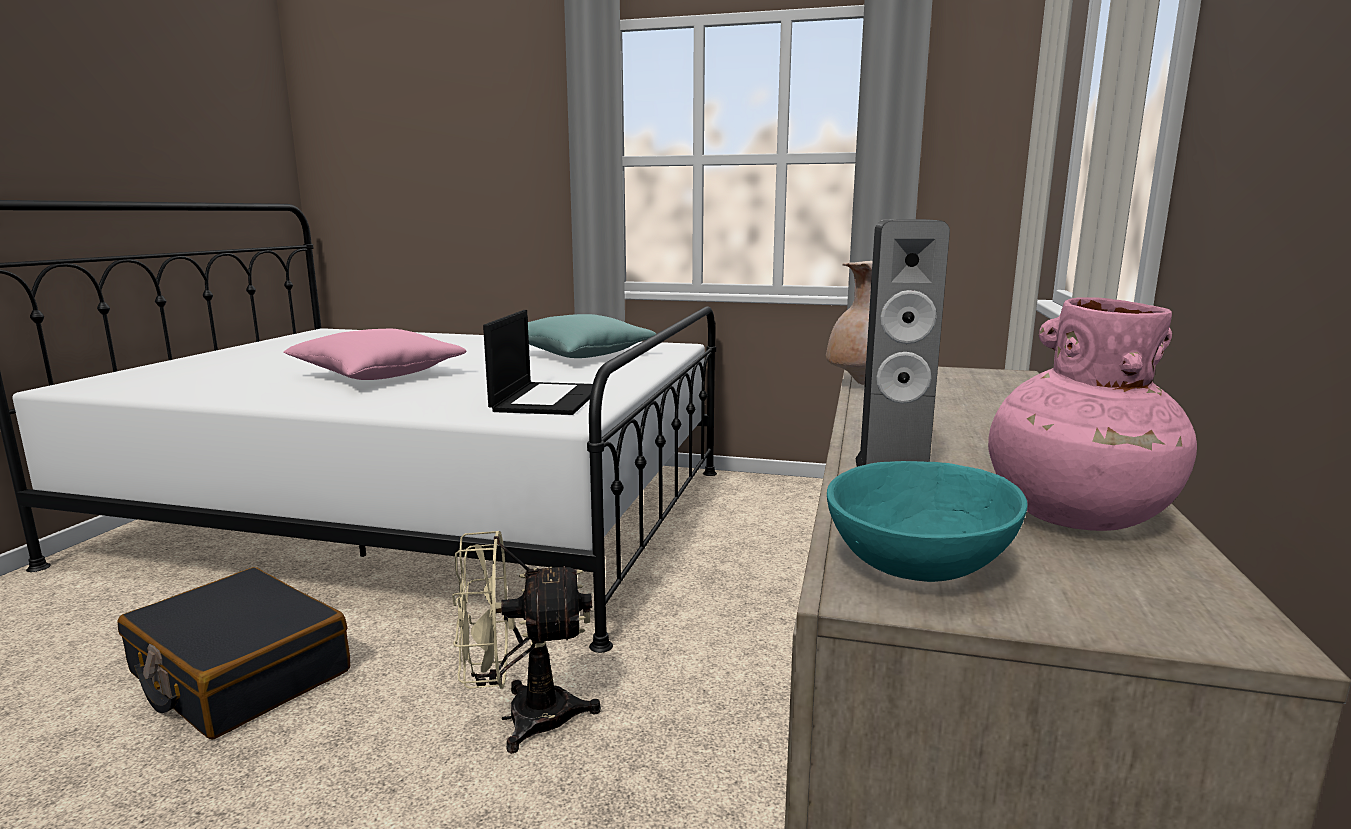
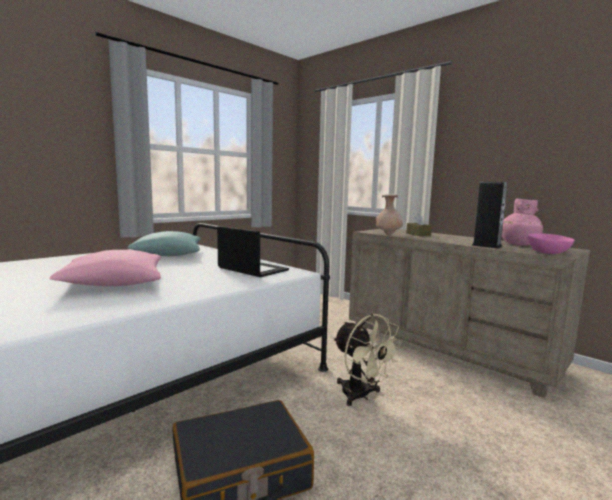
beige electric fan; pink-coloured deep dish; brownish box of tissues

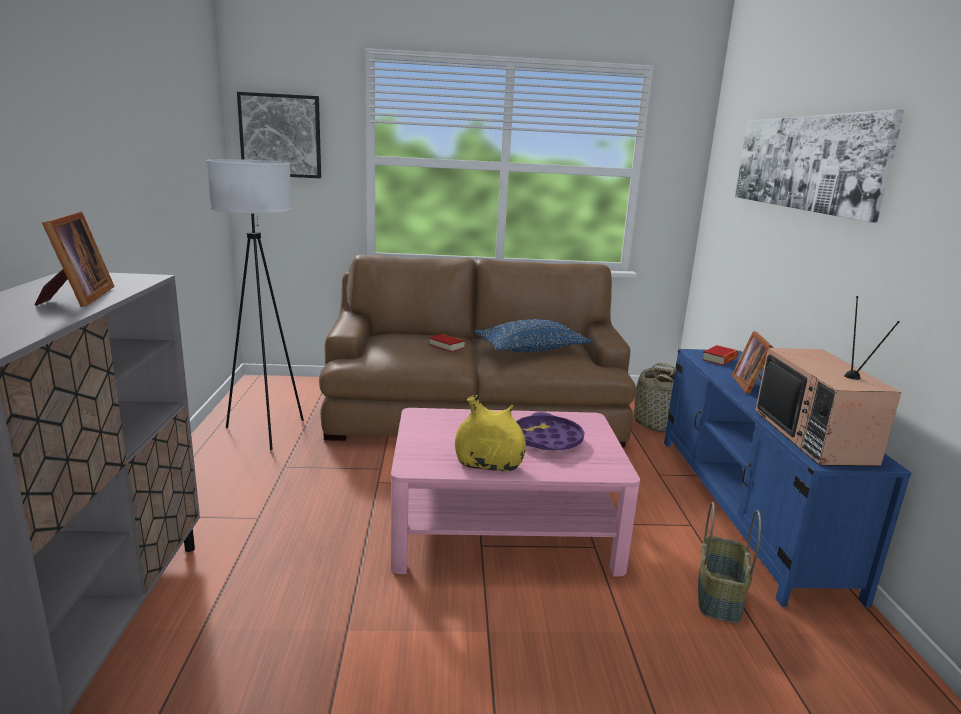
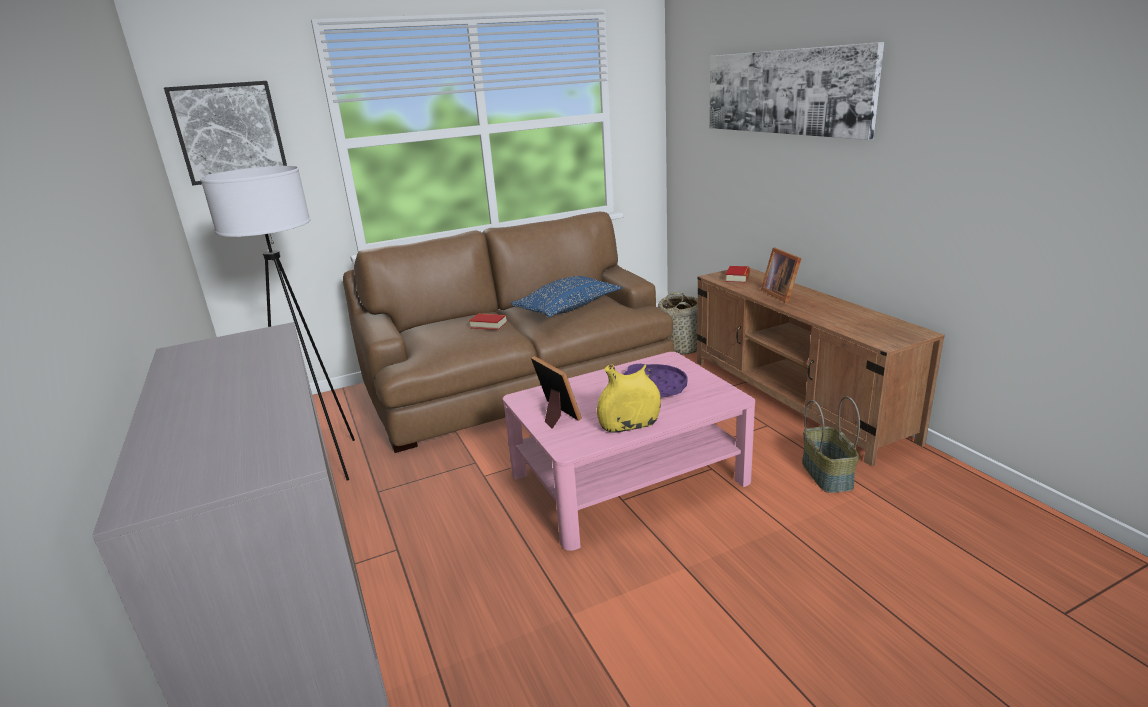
picture frame (no. 1 from left); brownish tv stand; TV

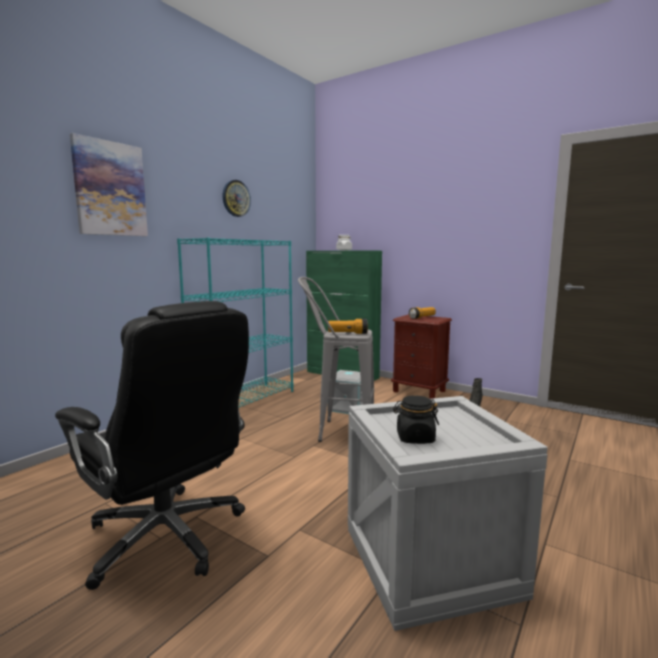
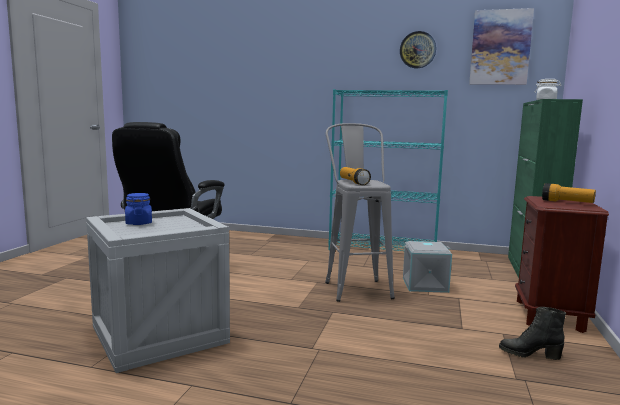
wall art; blue jar

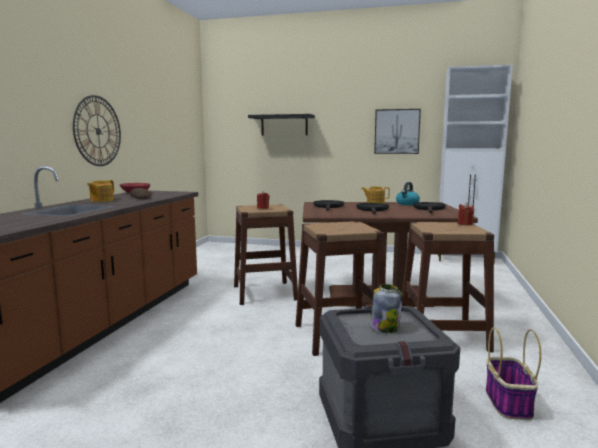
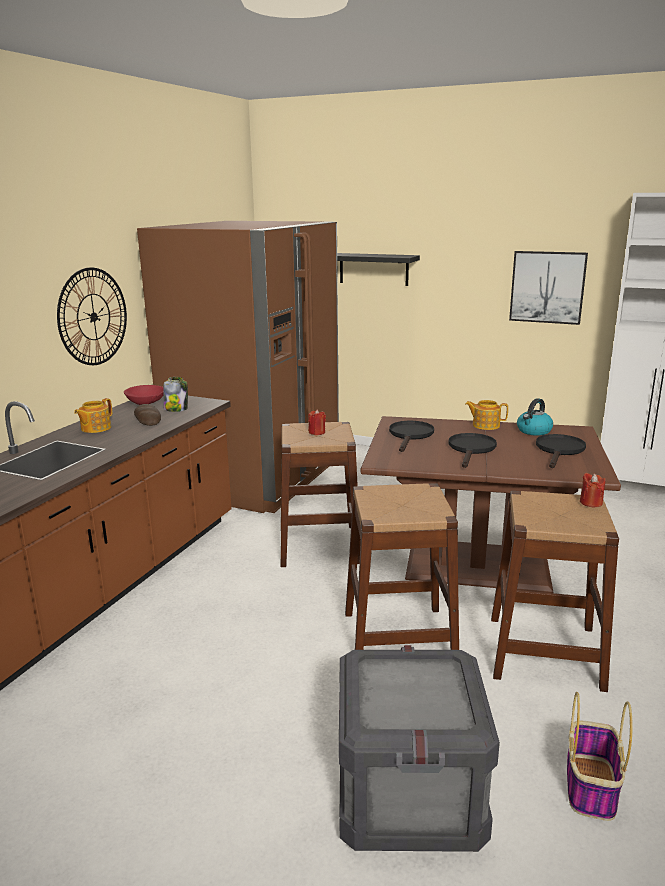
jar; brownish kitchen fridge

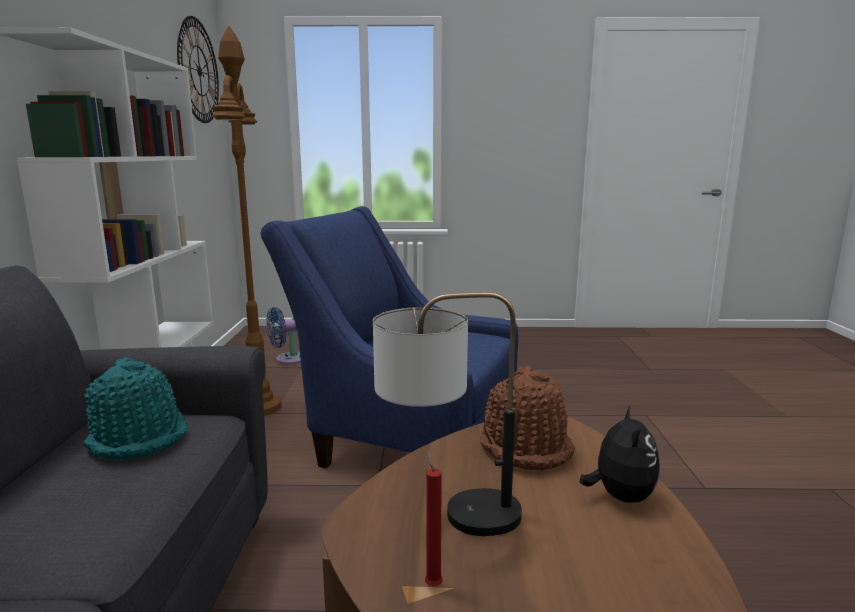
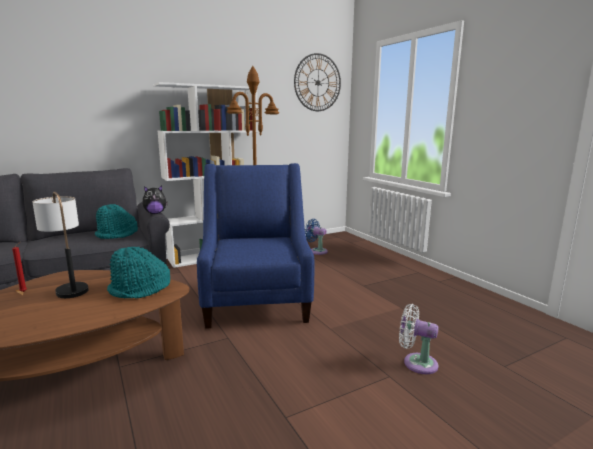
blue-green clothing hat (no. 2 from left); plush toy; white-coloured electric fan

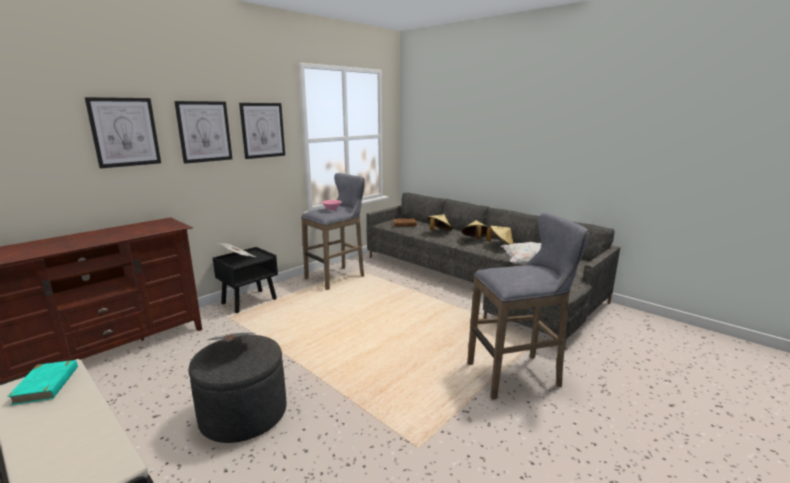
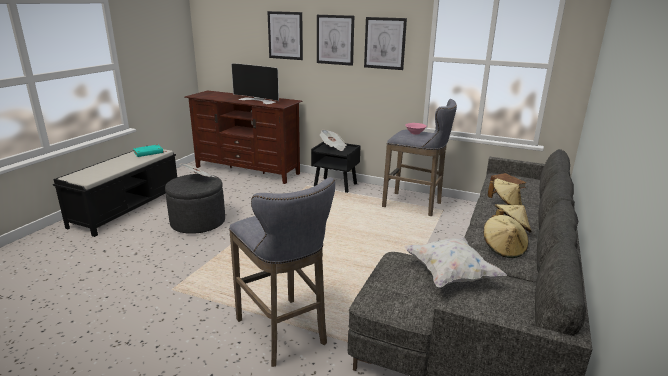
TV

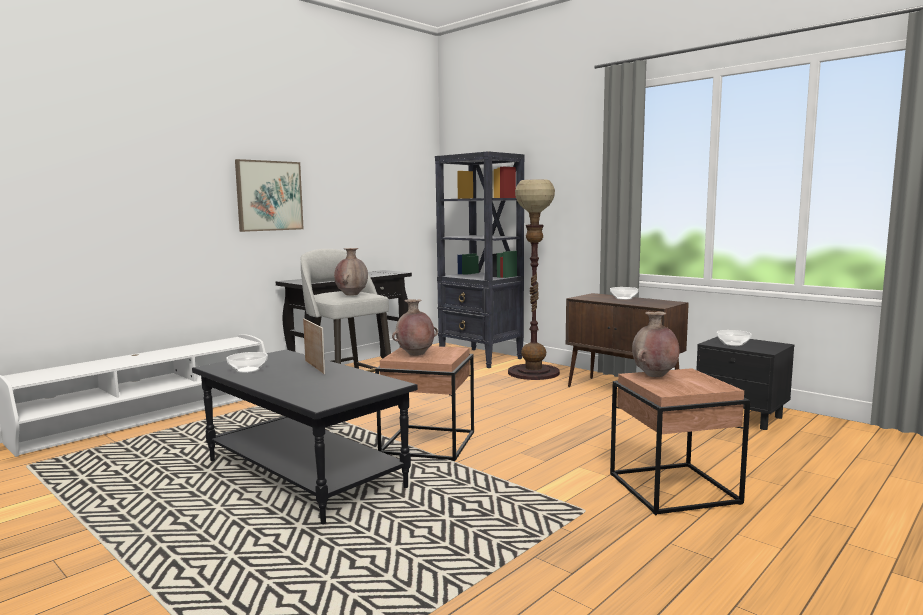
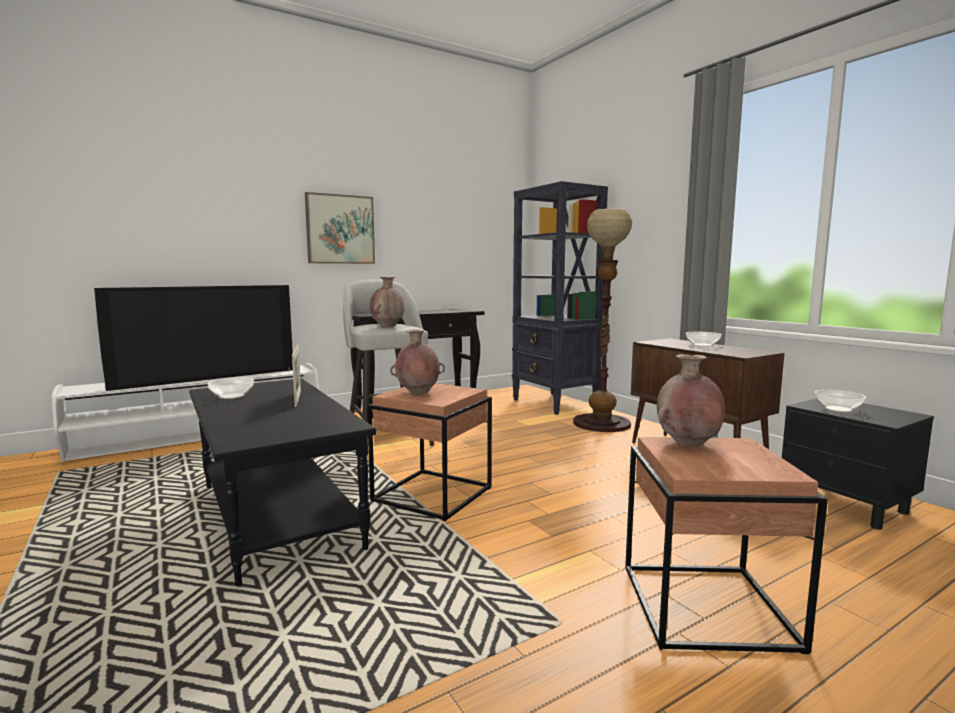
TV

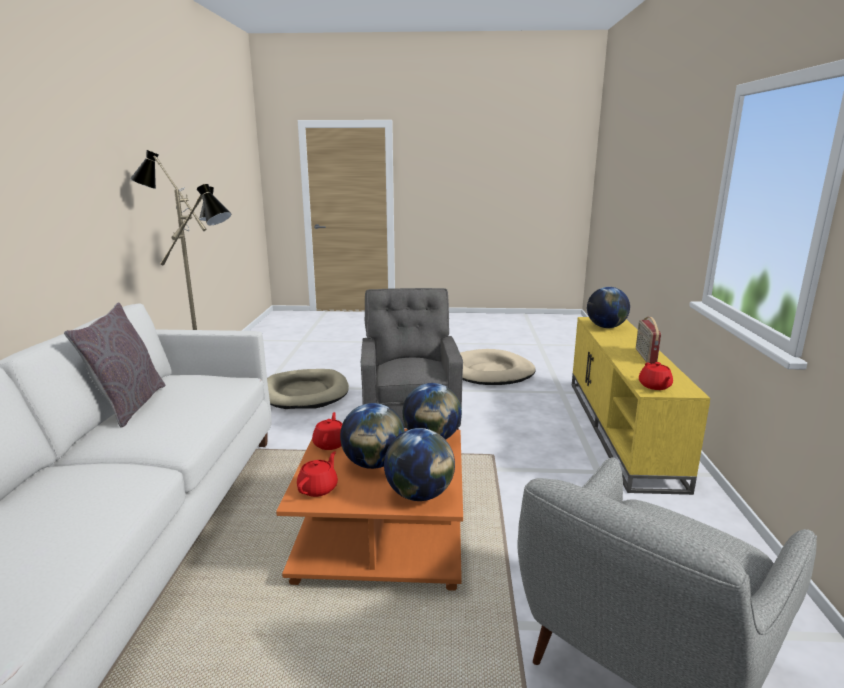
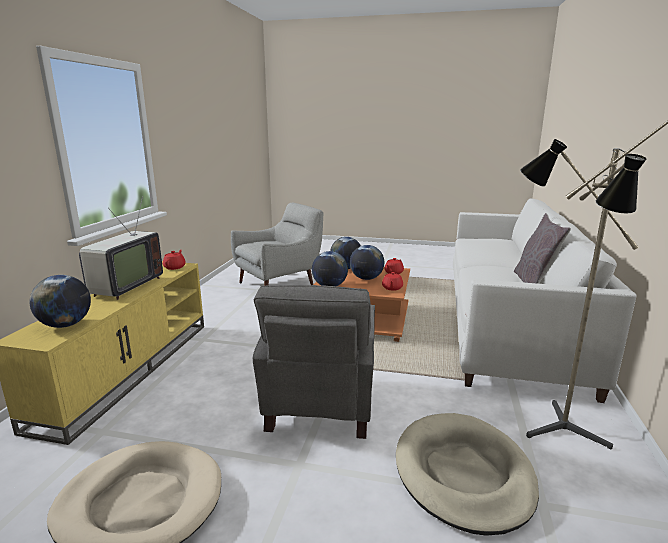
TV

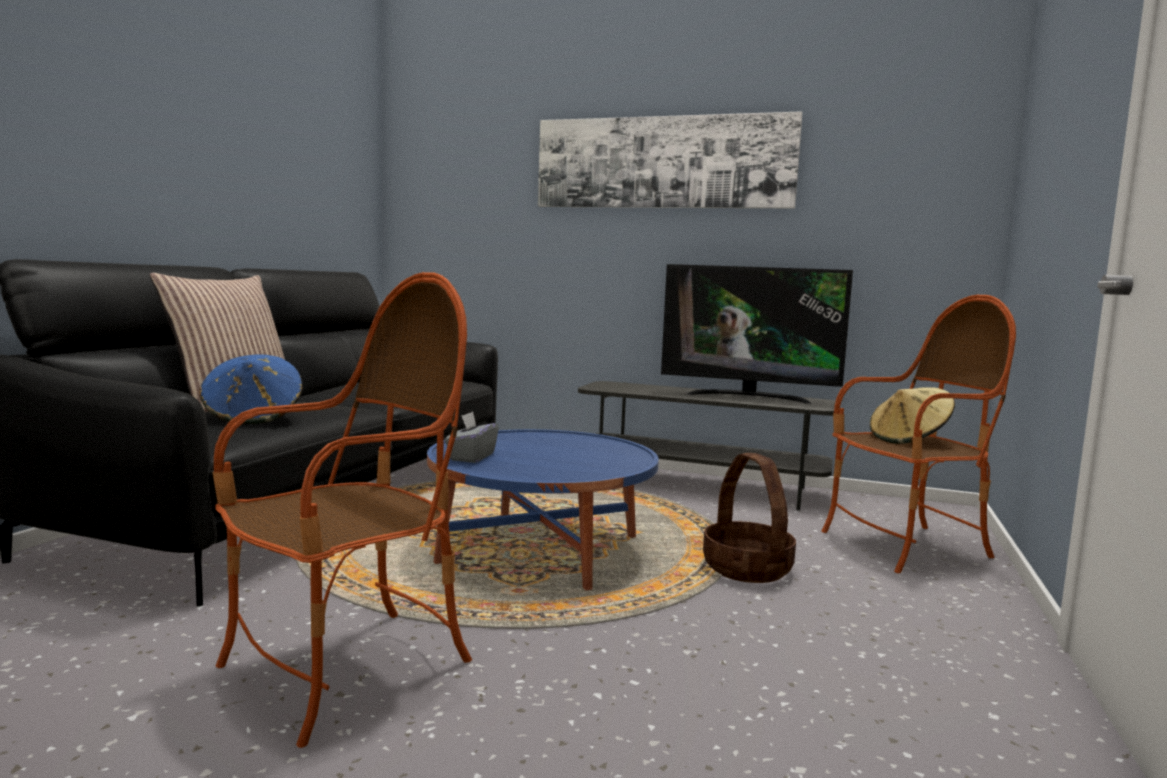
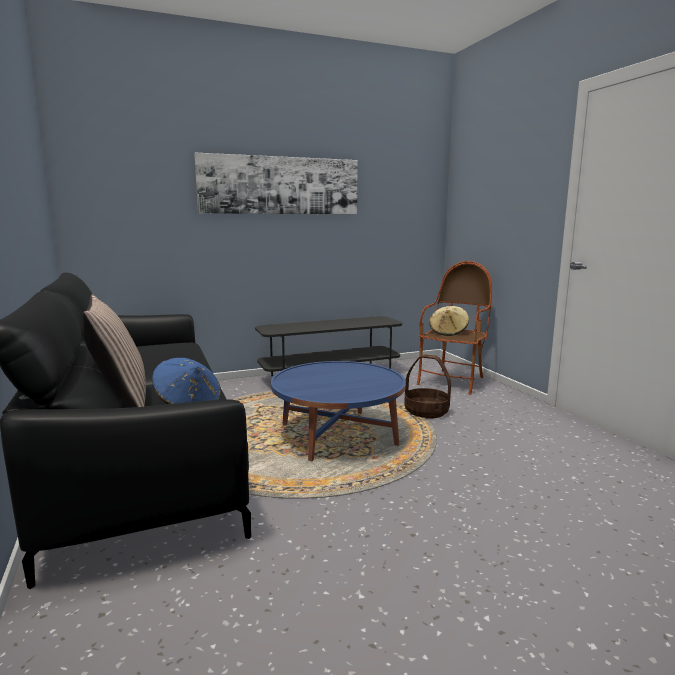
armchair (no. 1 from left in the first image); gray box of tissues; TV

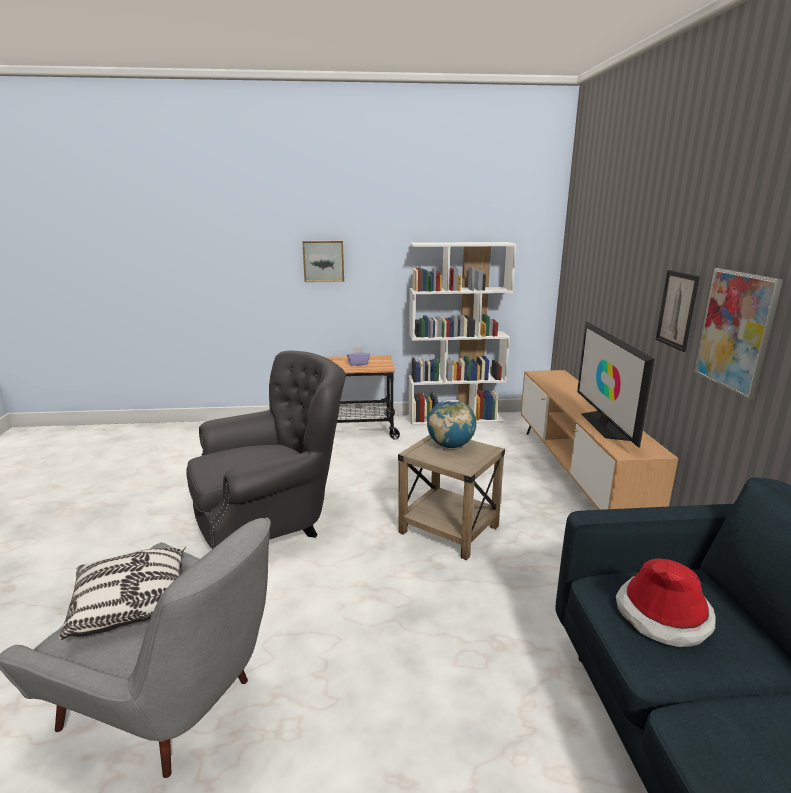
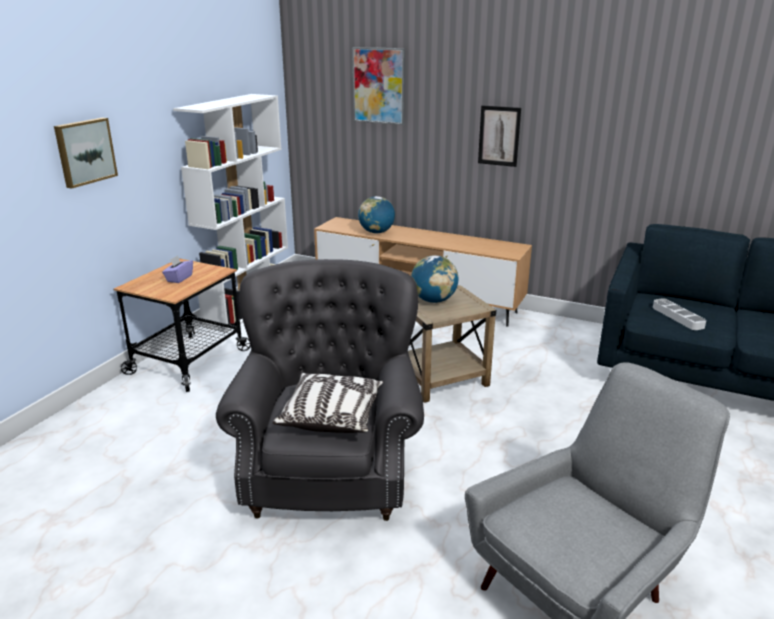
cushion; TV; gray serving tray; wall art (no. 2 from left); globe (no. 1 from left)

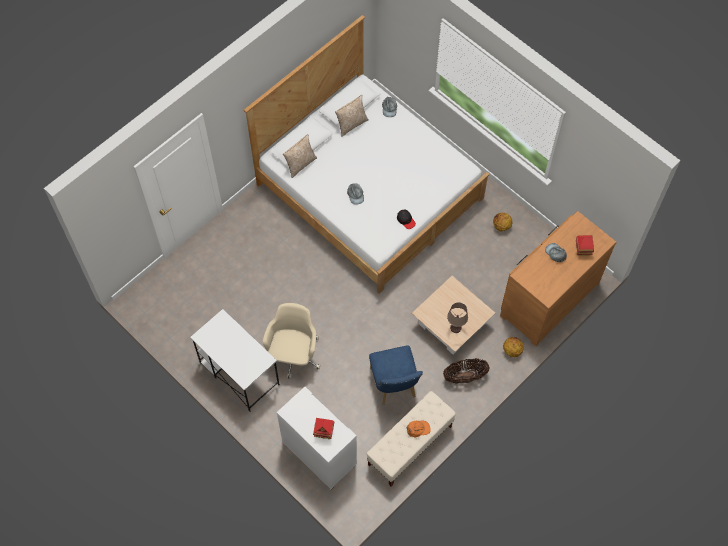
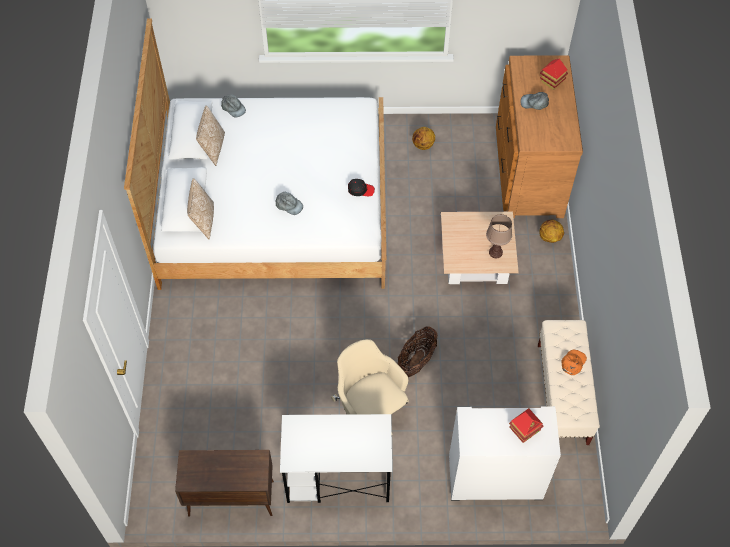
blue chair; basket; brownish cupboard

